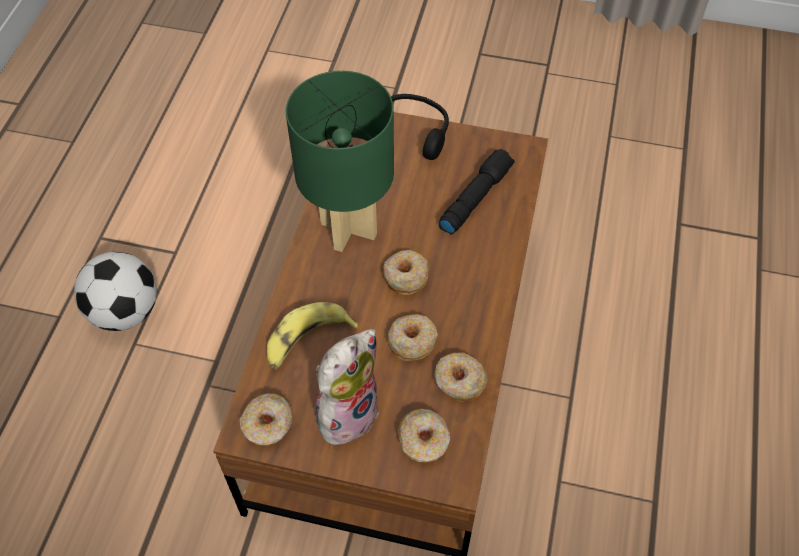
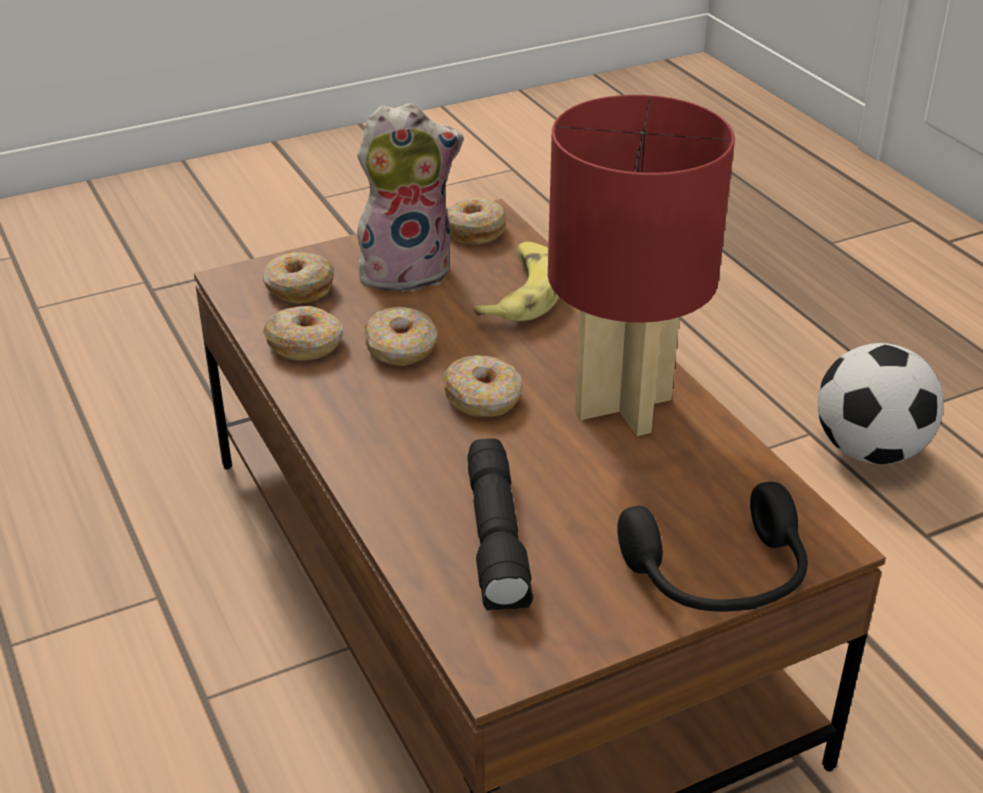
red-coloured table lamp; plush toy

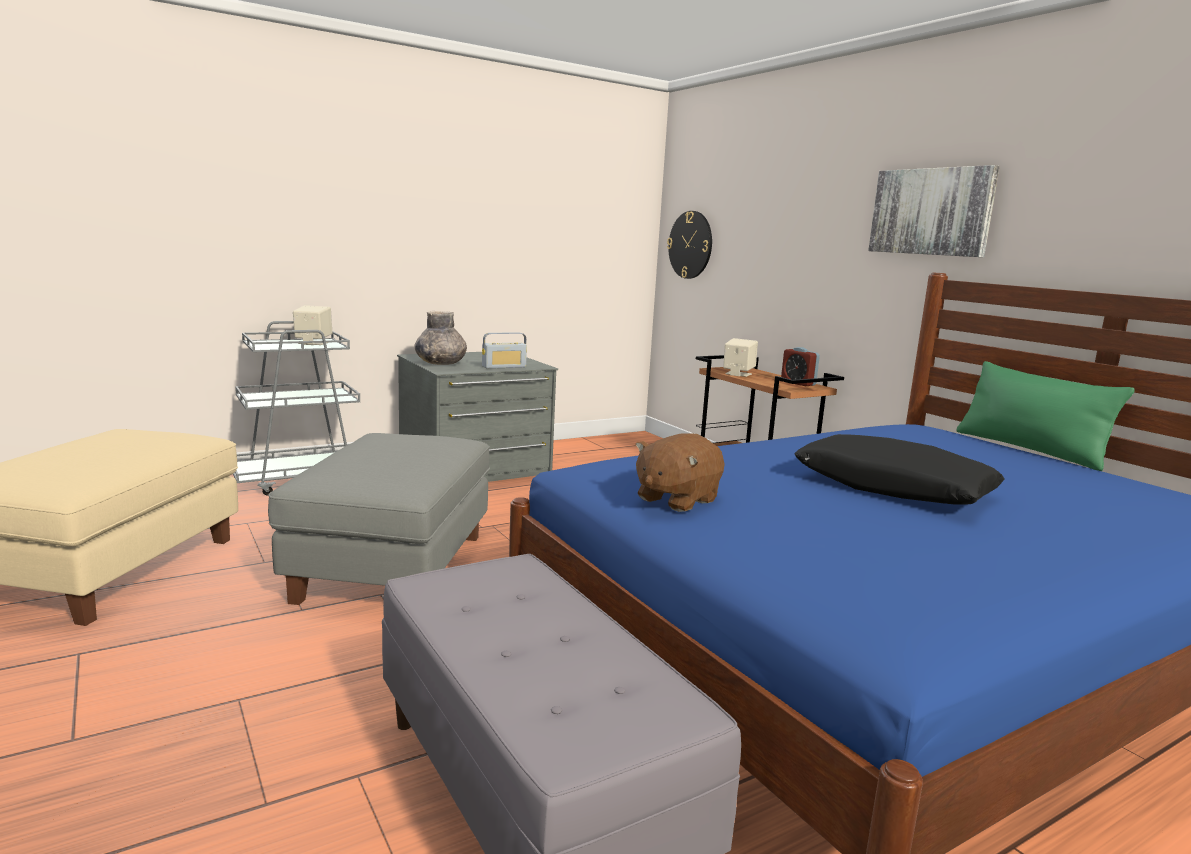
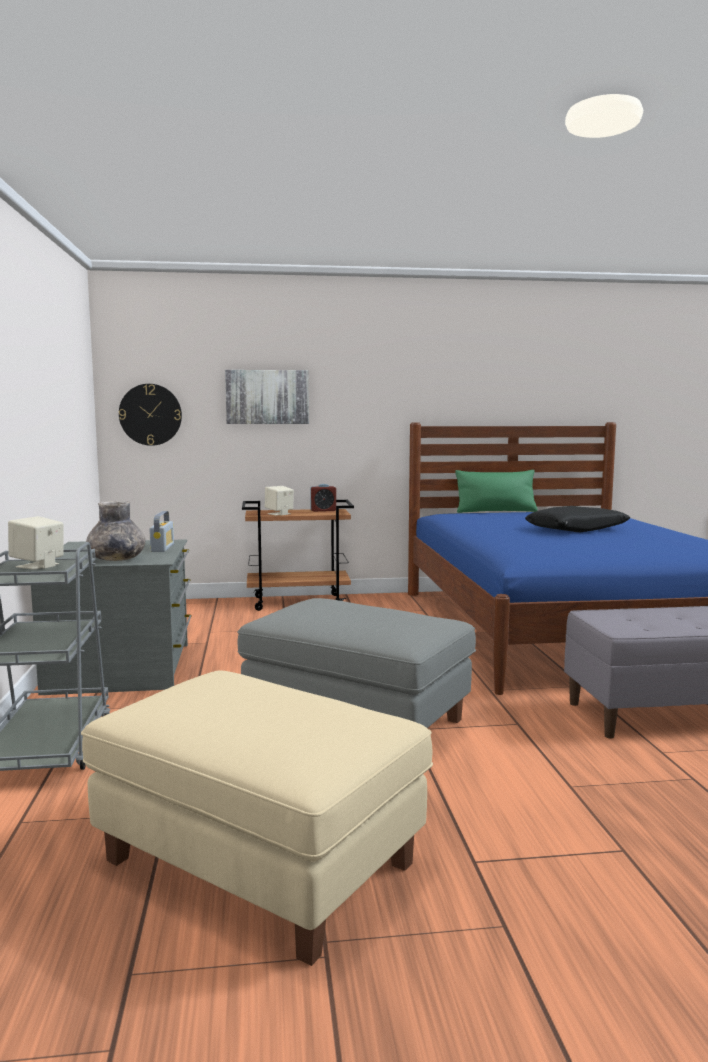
brownish plush toy; wall art

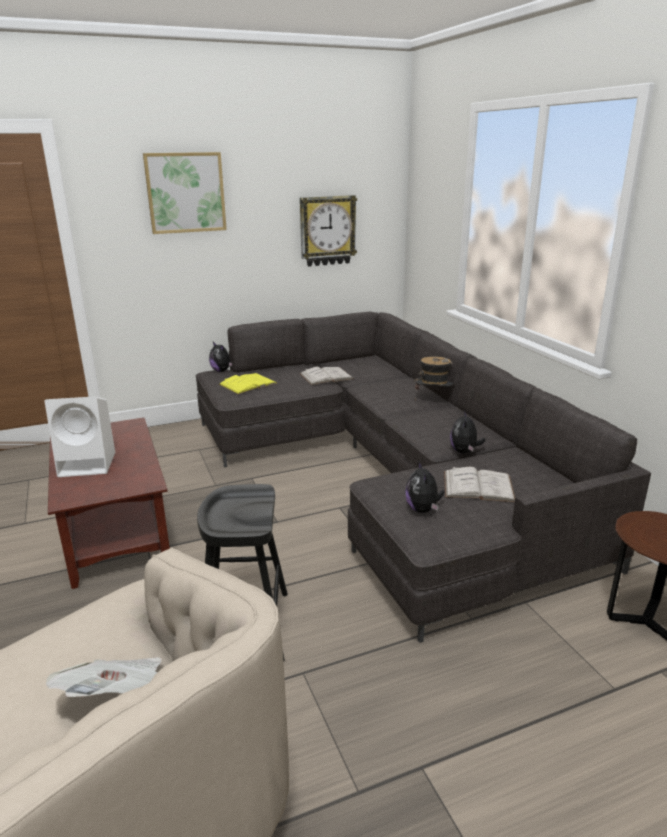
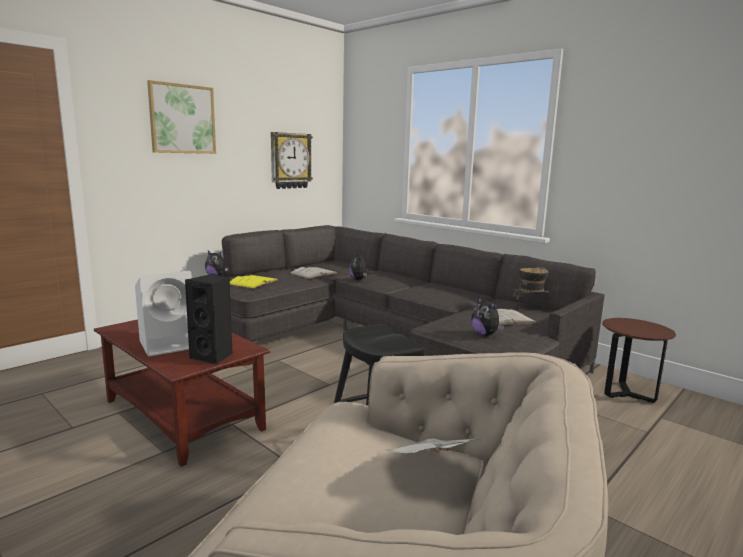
clothing hat; plush toy (no. 2 from left); black audio speaker

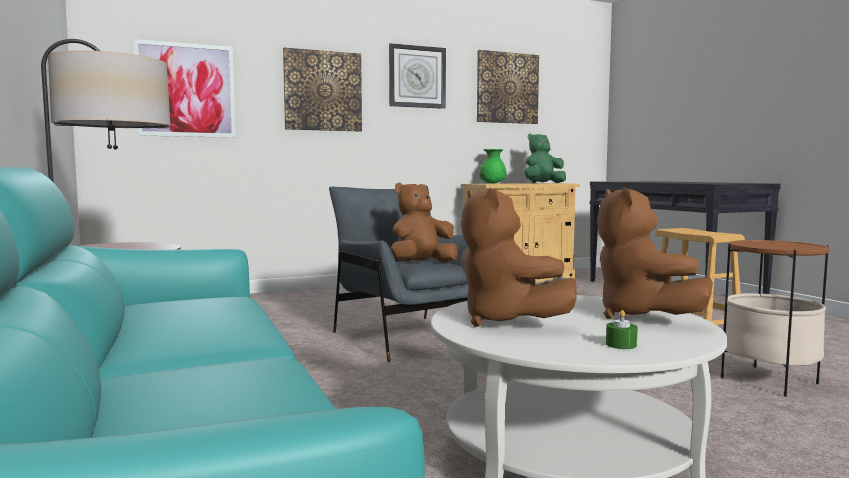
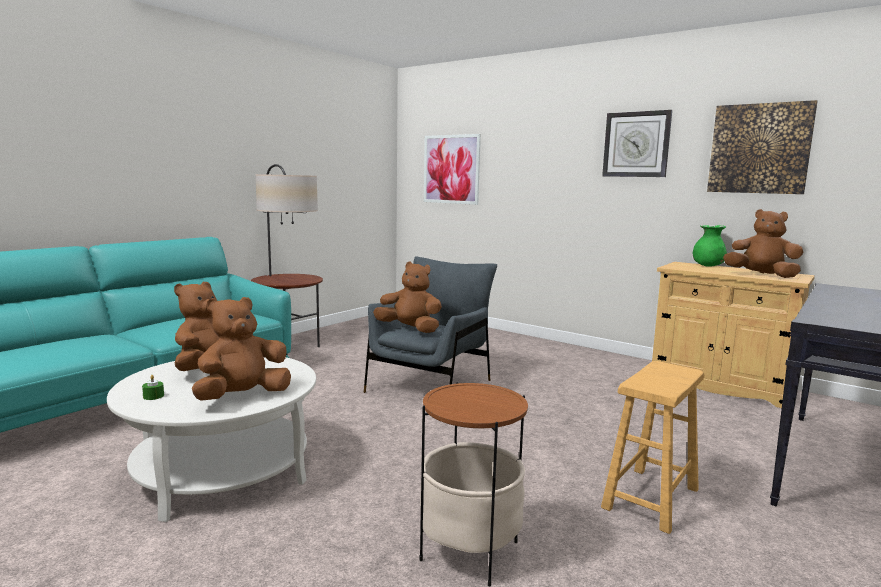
wall art (no. 2 from left in the first image); brownish plush toy (no. 4 from left)

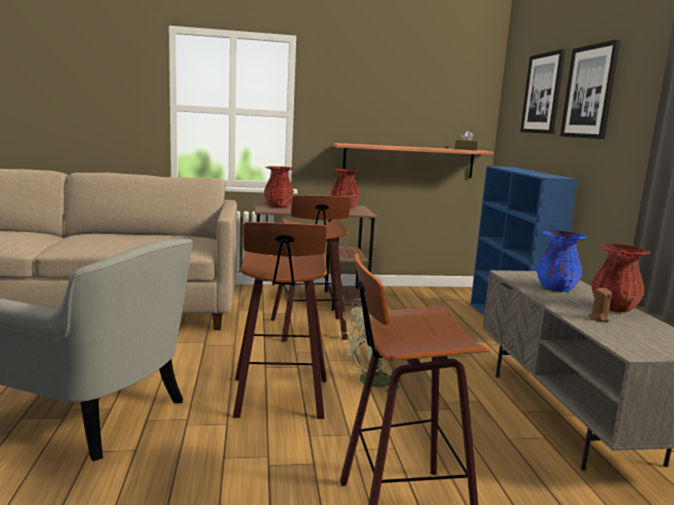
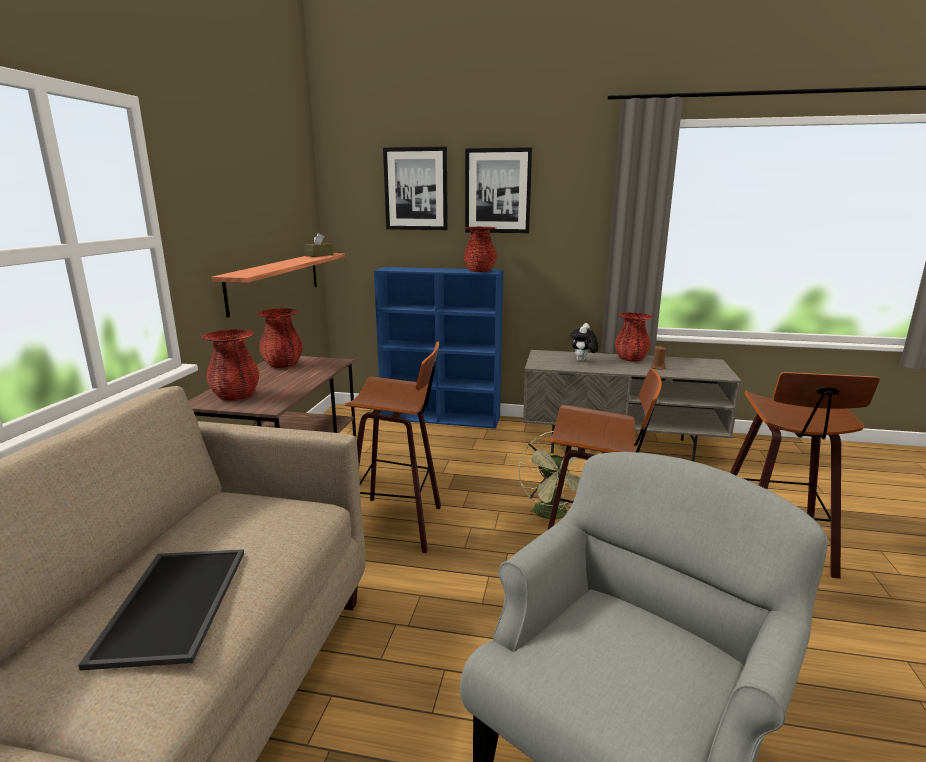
plush toy; serving tray; red-coloured decorative vase (no. 3 from left)

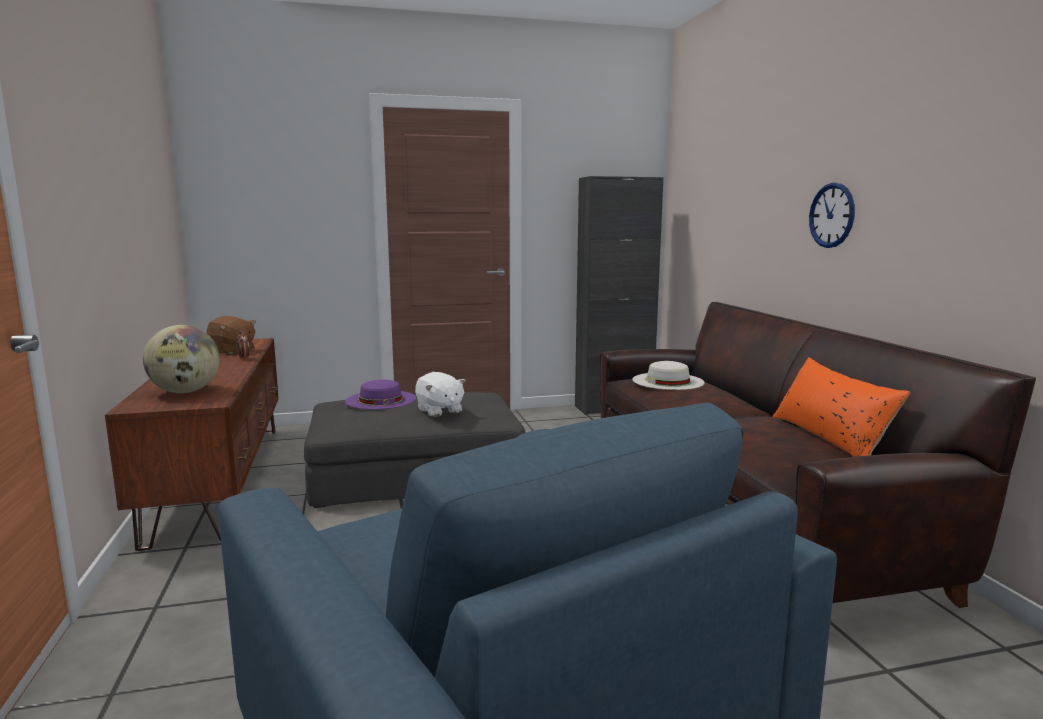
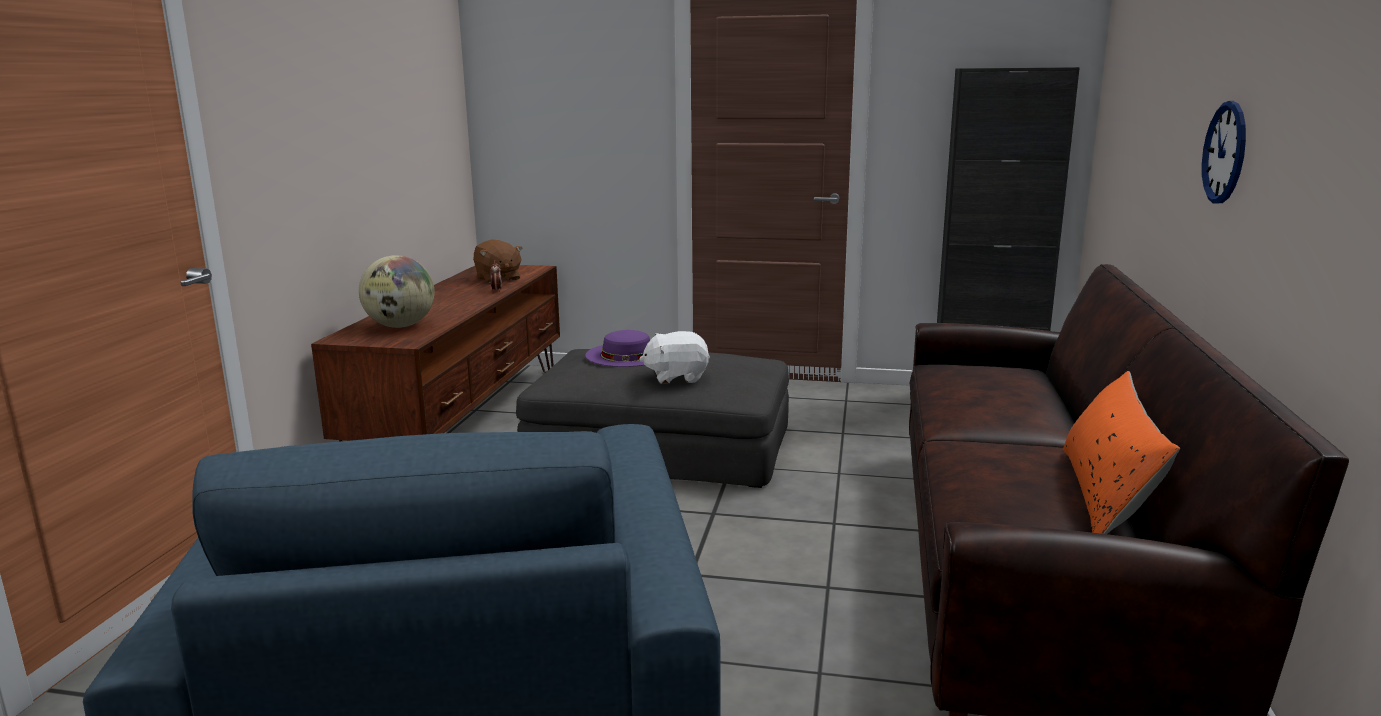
white-coloured plush toy; white-coloured clothing hat

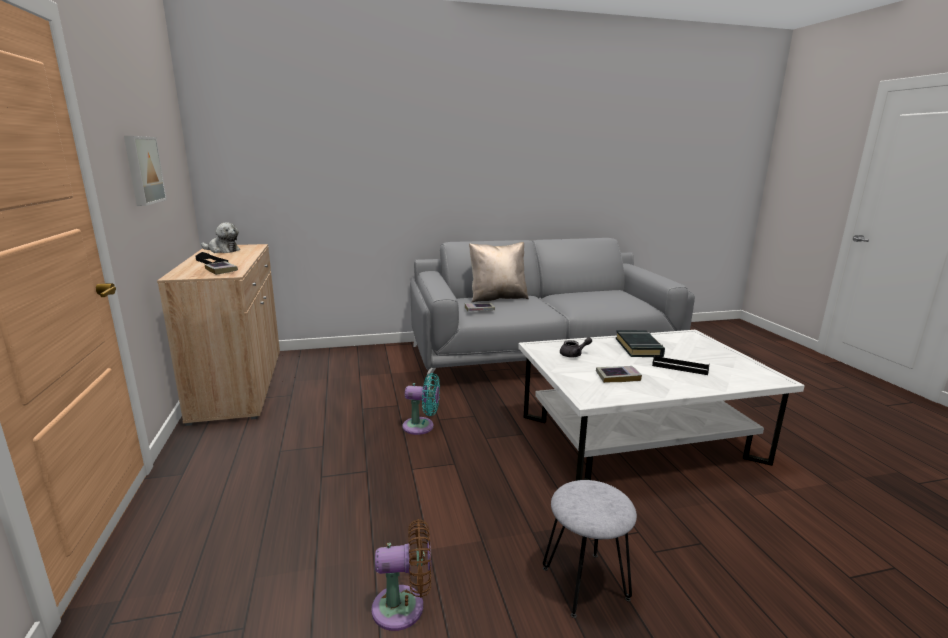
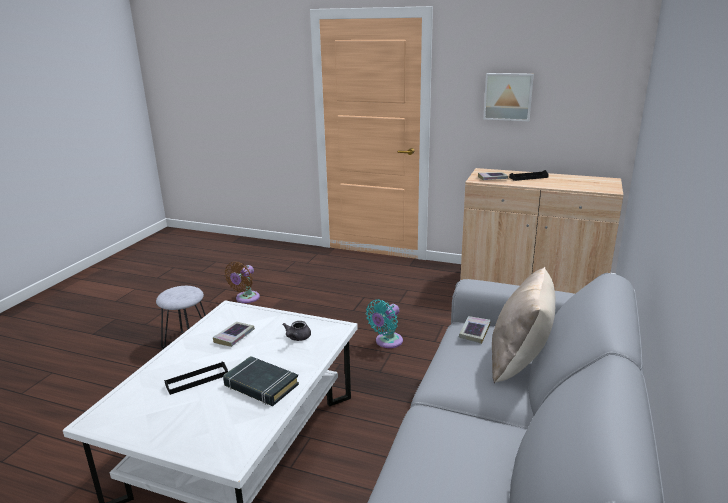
plush toy

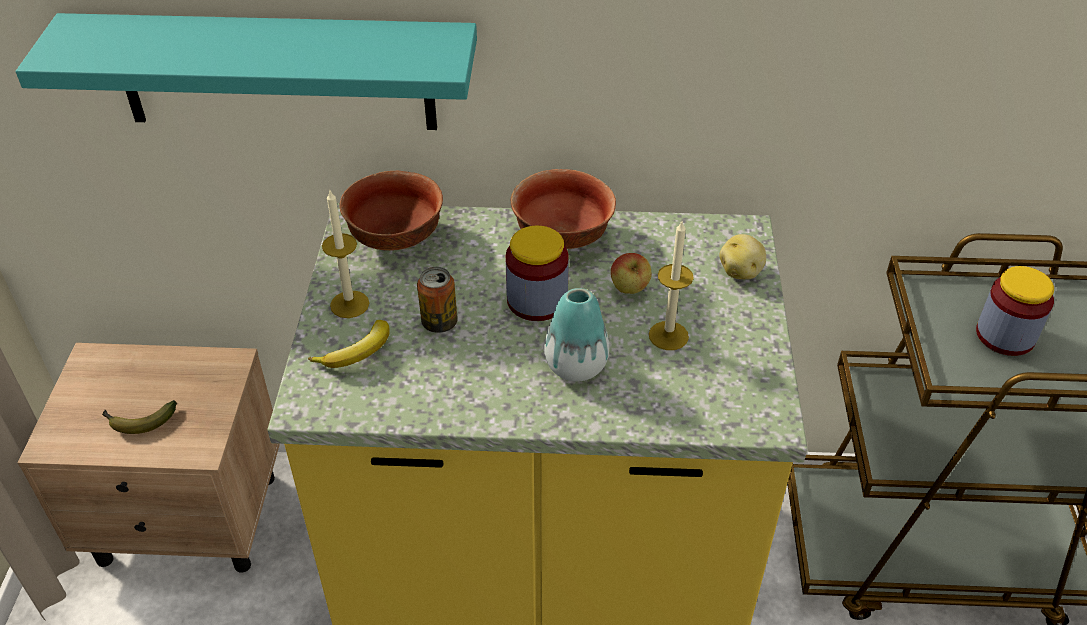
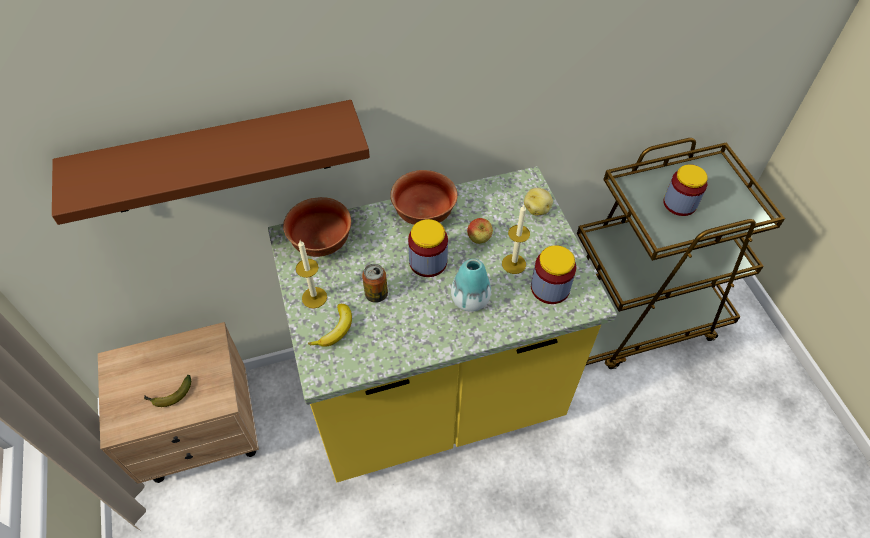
brownish bracket shelf; jar (no. 2 from left)

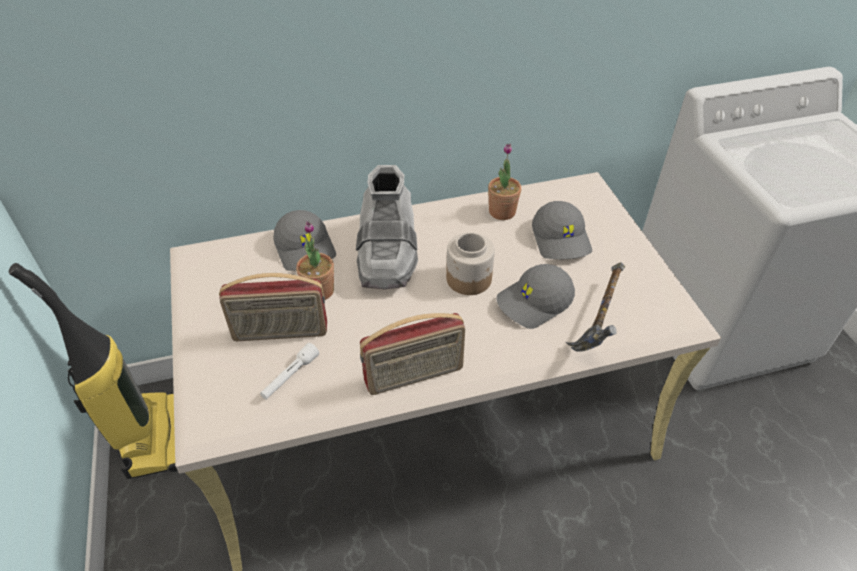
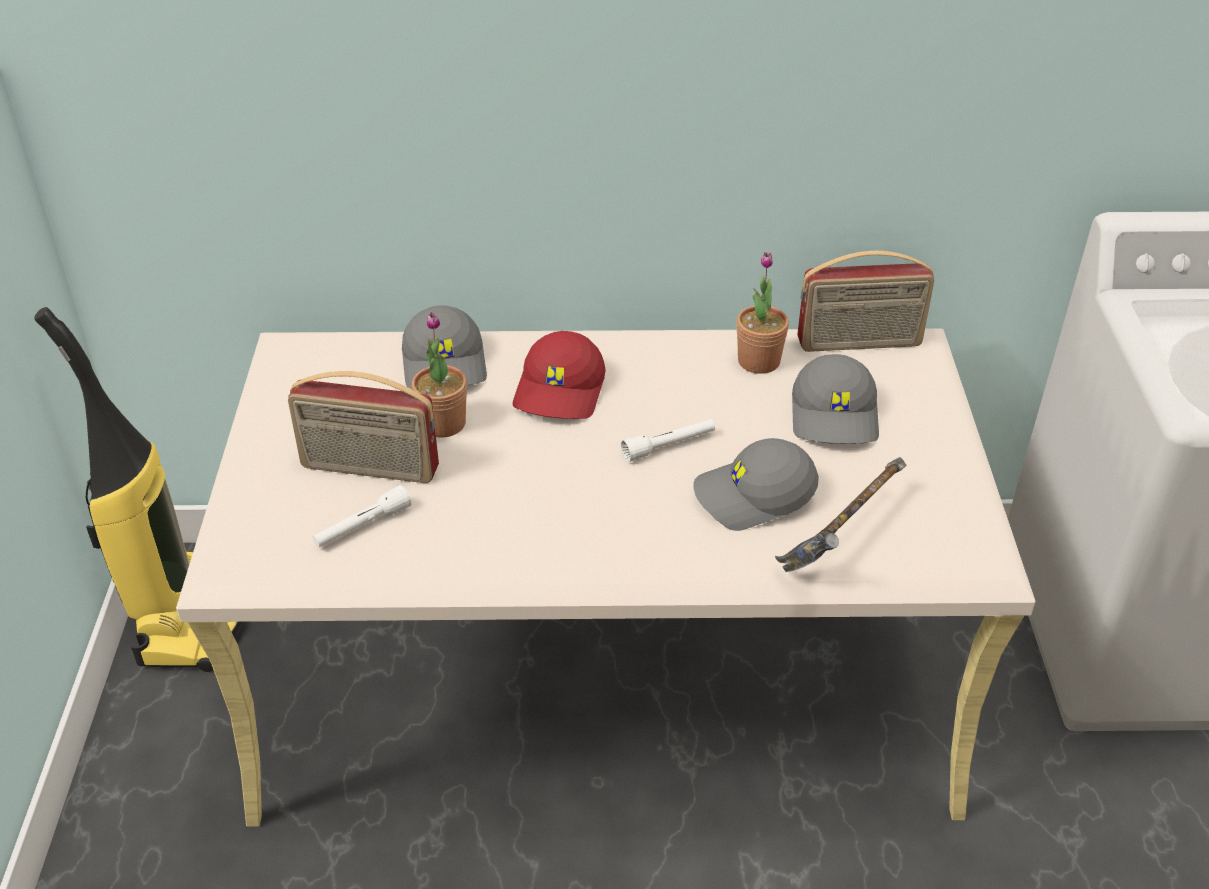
red-coloured peaked cap; radio set (no. 2 from left); white-coloured torch (no. 2 from left)

